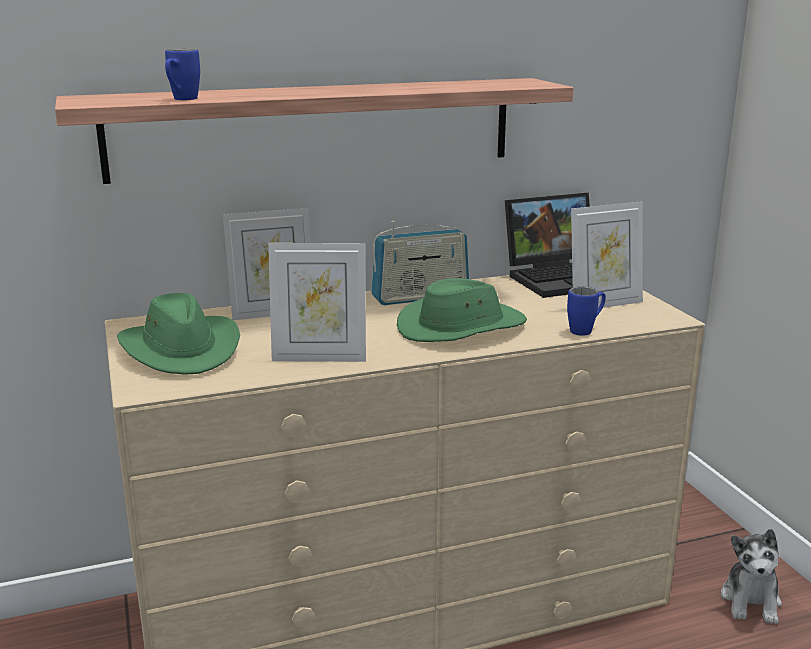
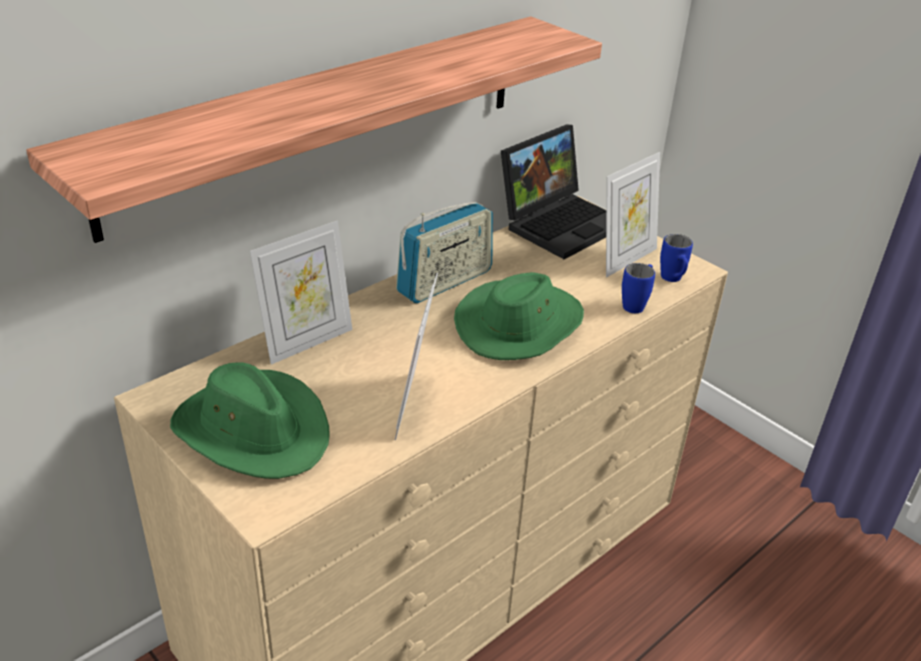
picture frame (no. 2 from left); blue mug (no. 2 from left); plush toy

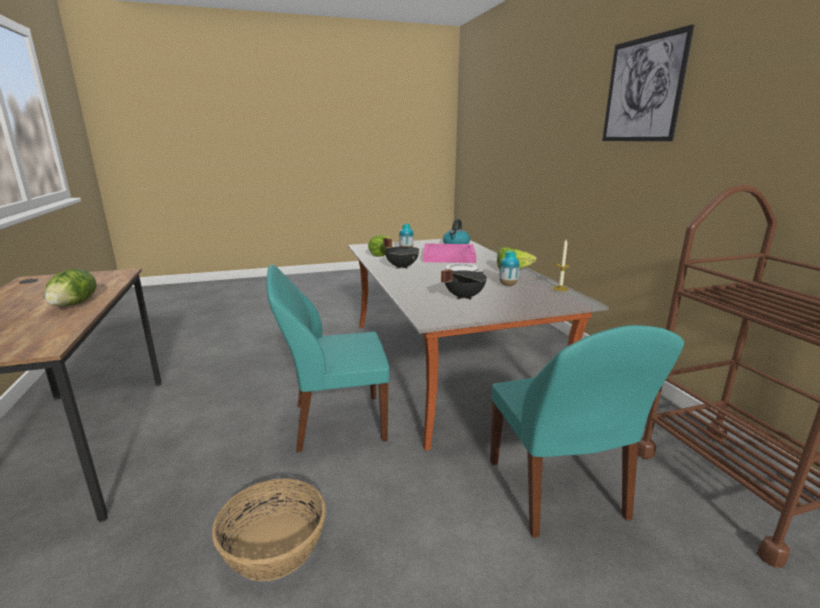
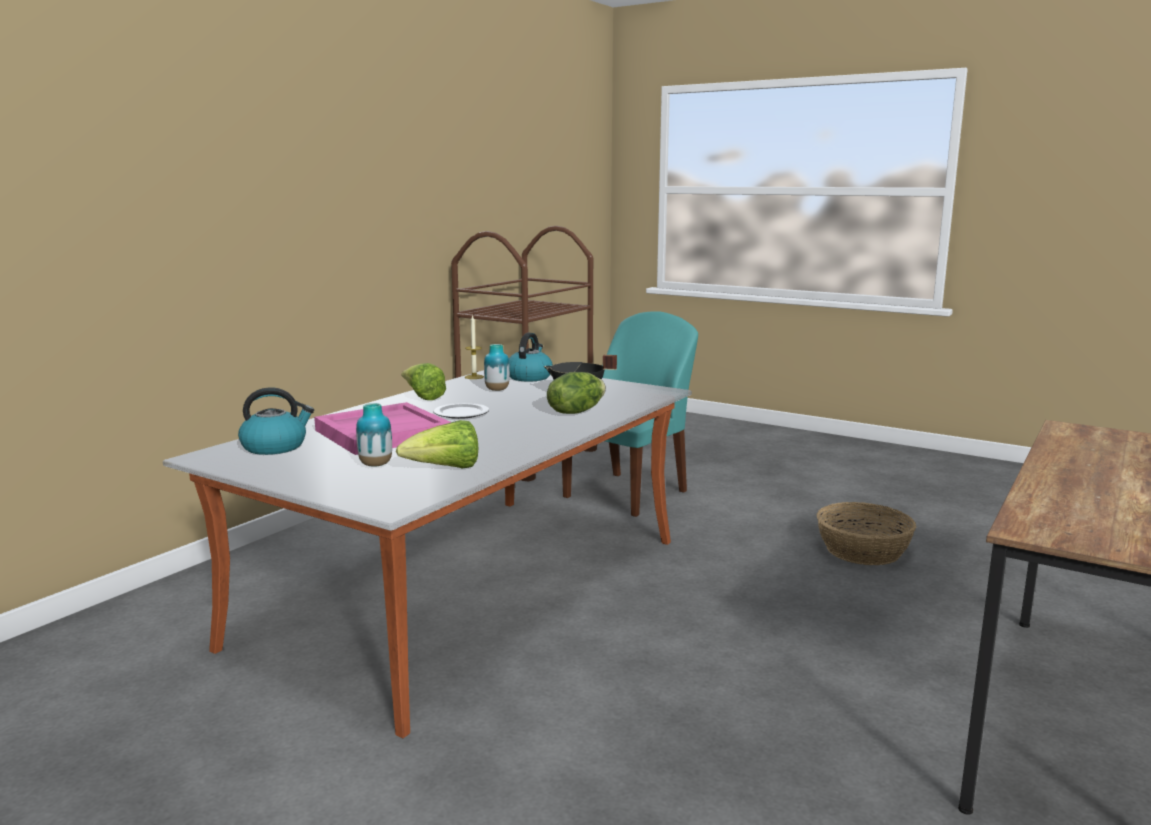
kettle (no. 2 from left); lettuce (no. 3 from left); turquoise chair (no. 1 from left in the first image); black cooking pot (no. 1 from left in the first image); picture

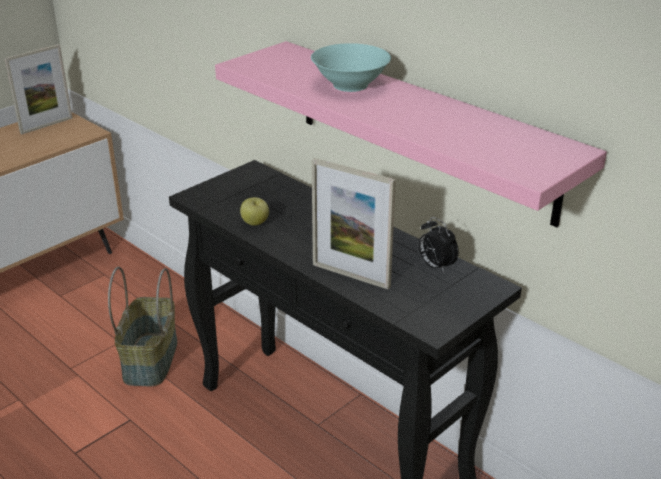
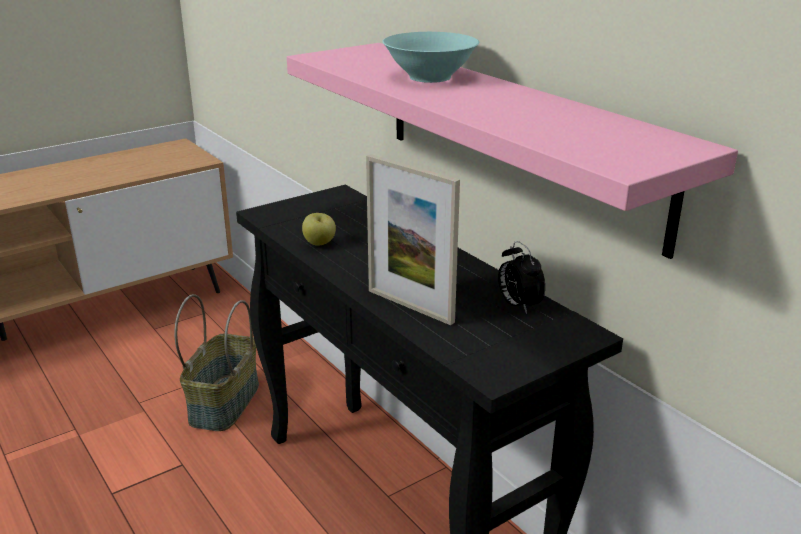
picture frame (no. 1 from left in the first image)

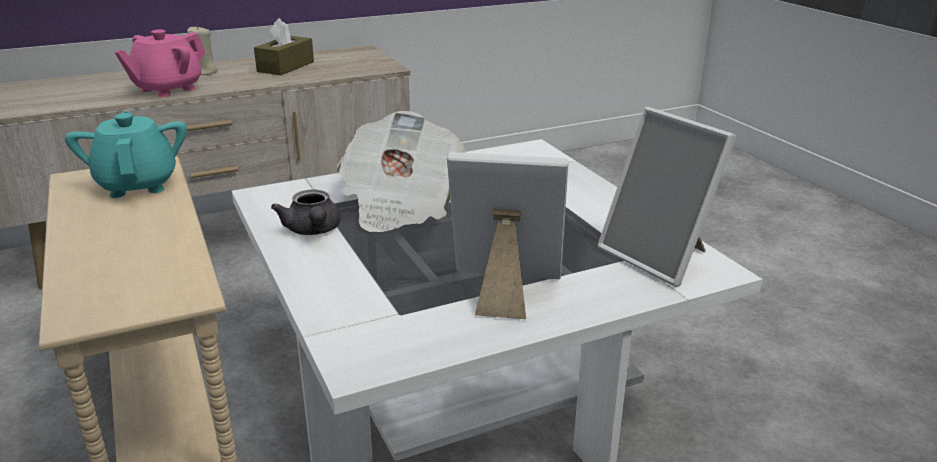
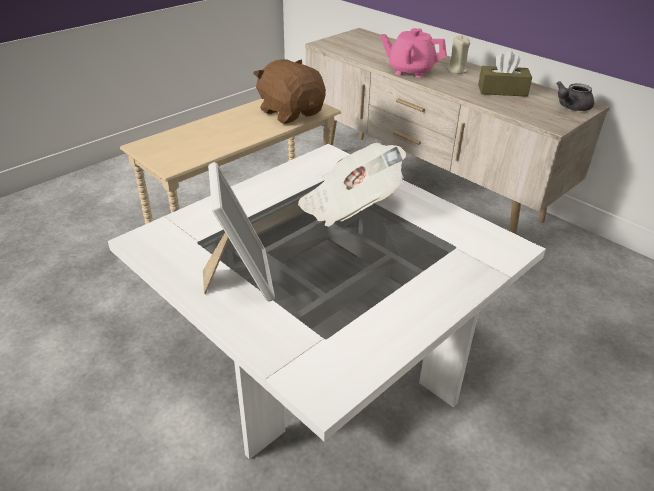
brown plush toy; grey teapot; picture frame (no. 2 from left in the first image)

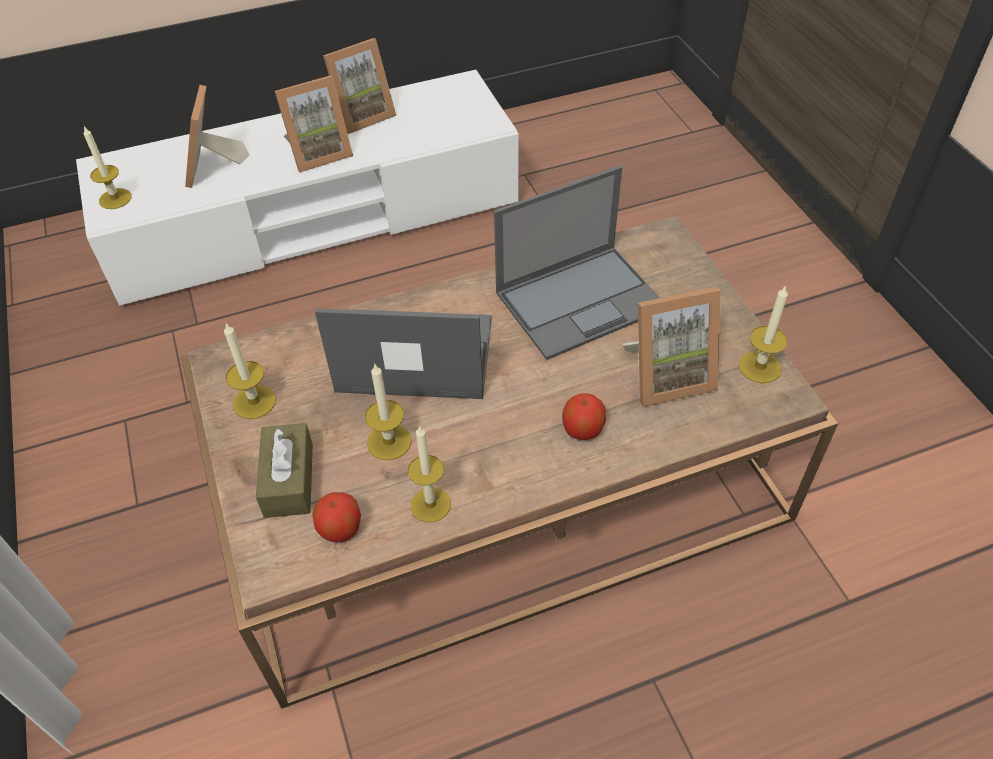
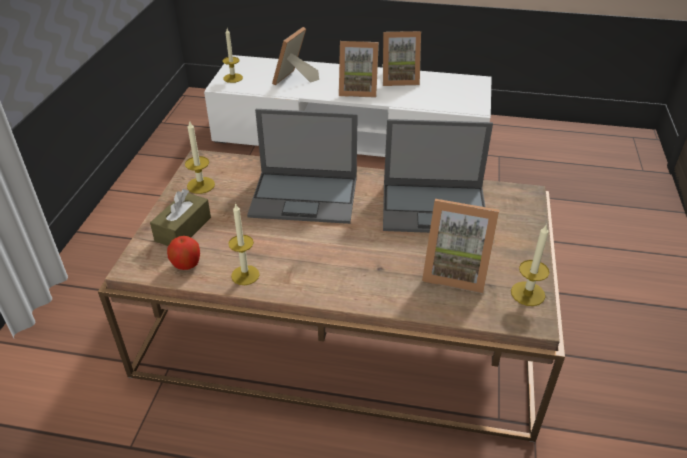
laptop (no. 1 from left); candle (no. 3 from left in the first image); apple (no. 2 from left in the first image)

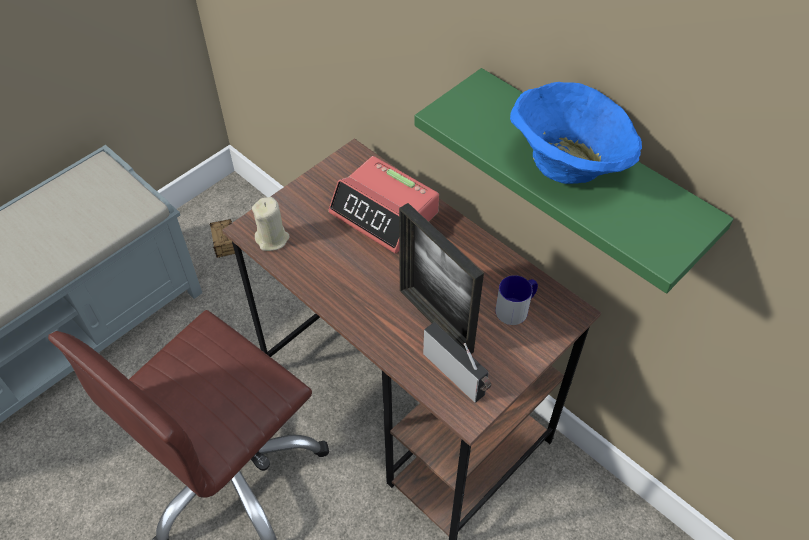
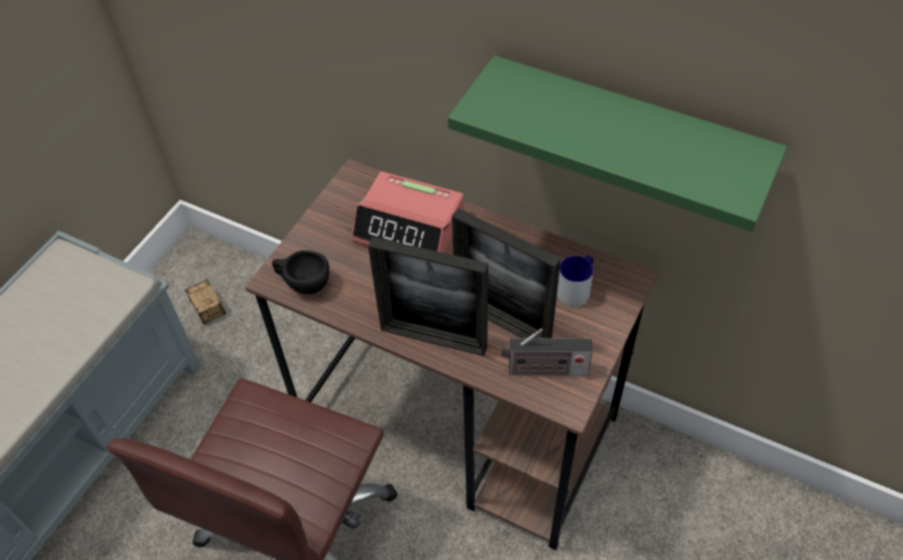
black cup; picture frame (no. 1 from left); radio; blue bowl

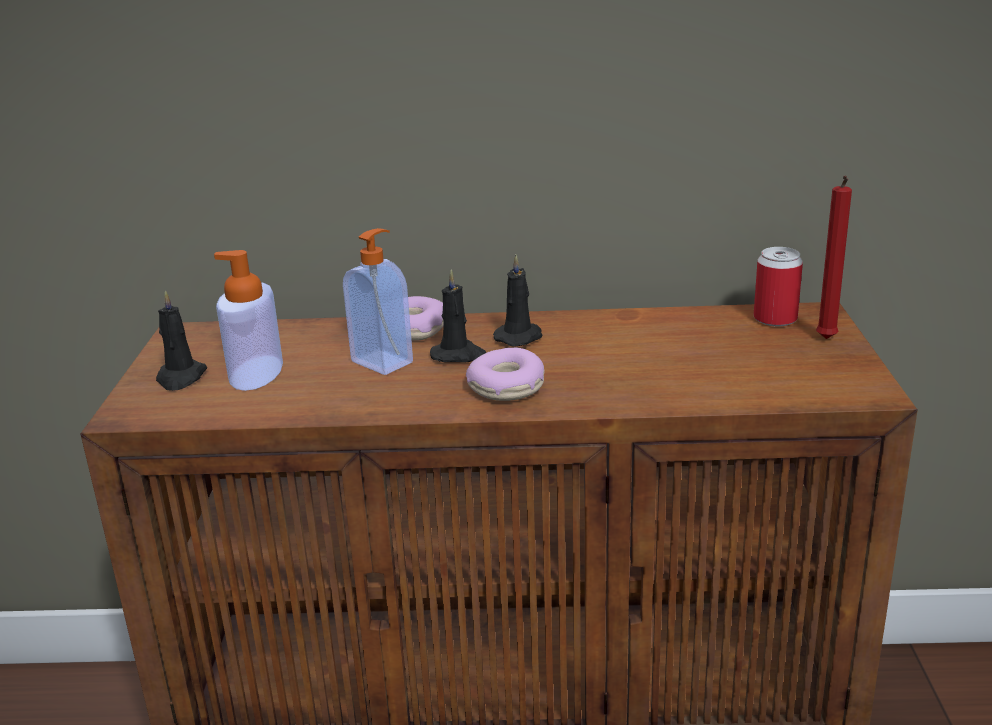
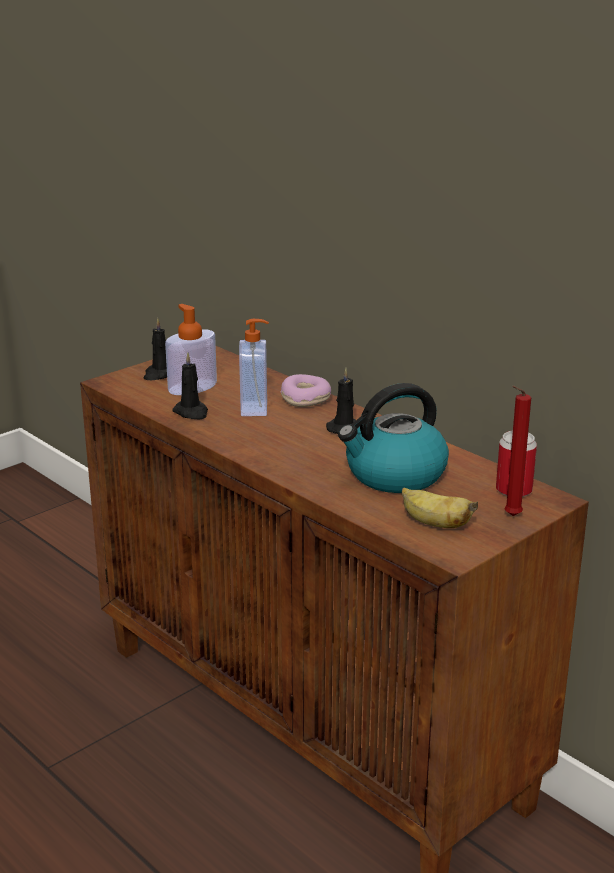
black candle (no. 2 from left); kettle; banana; donut (no. 2 from left in the first image)

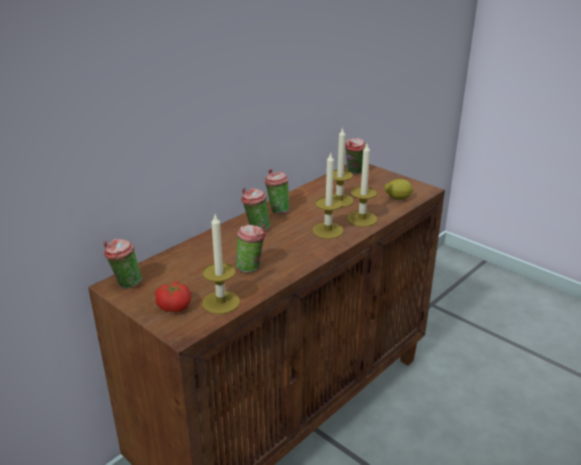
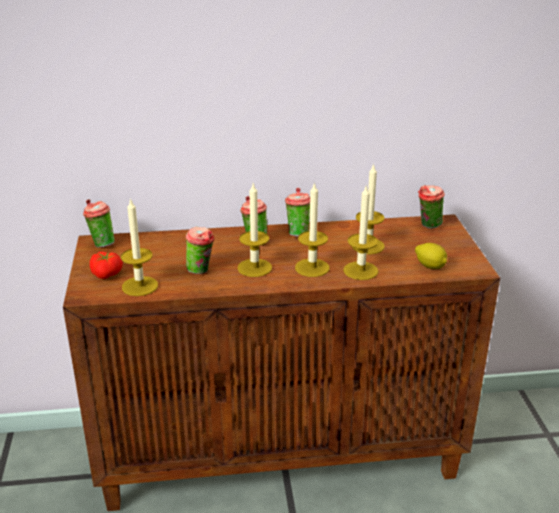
candle (no. 2 from left)

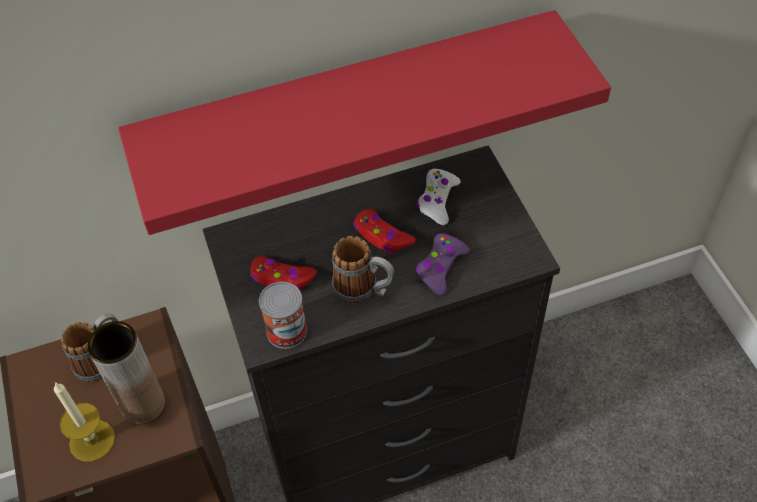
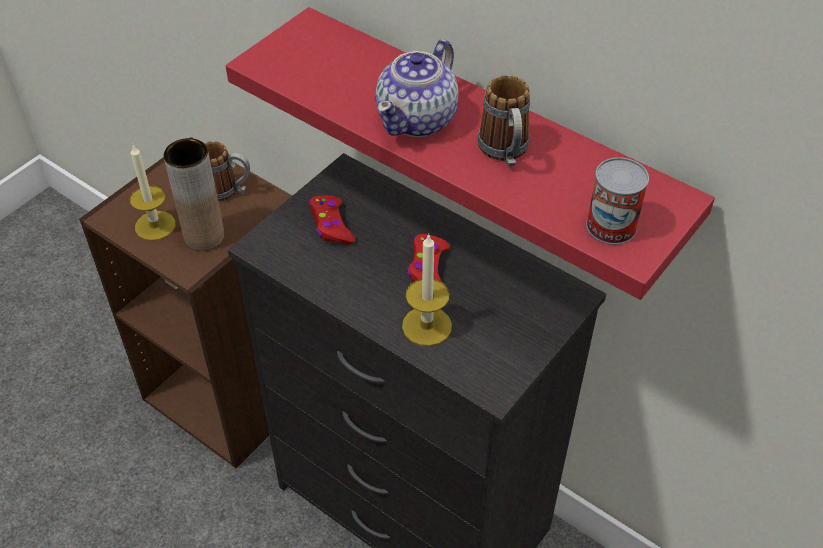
teapot; candle (no. 2 from left); mug (no. 2 from left); can; white game controller

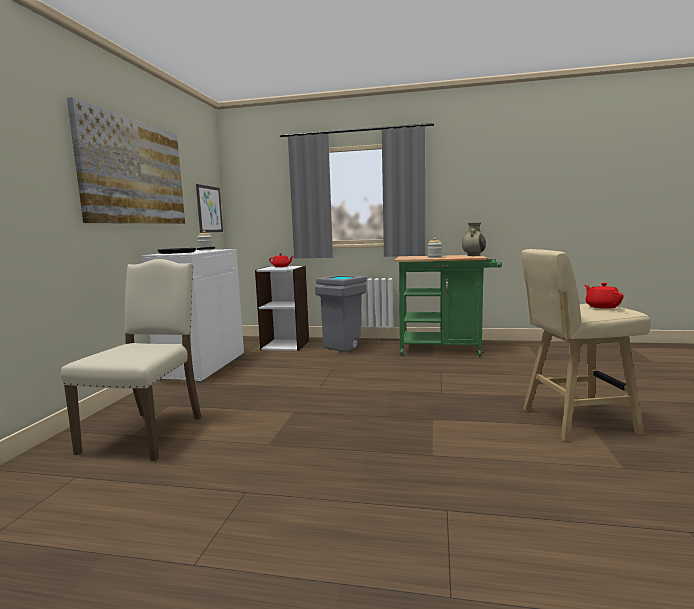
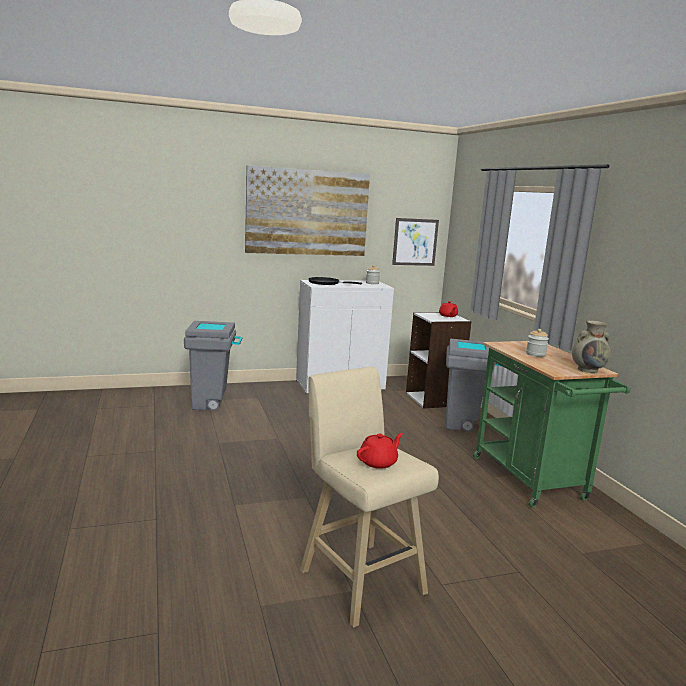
grey trash can (no. 1 from left)

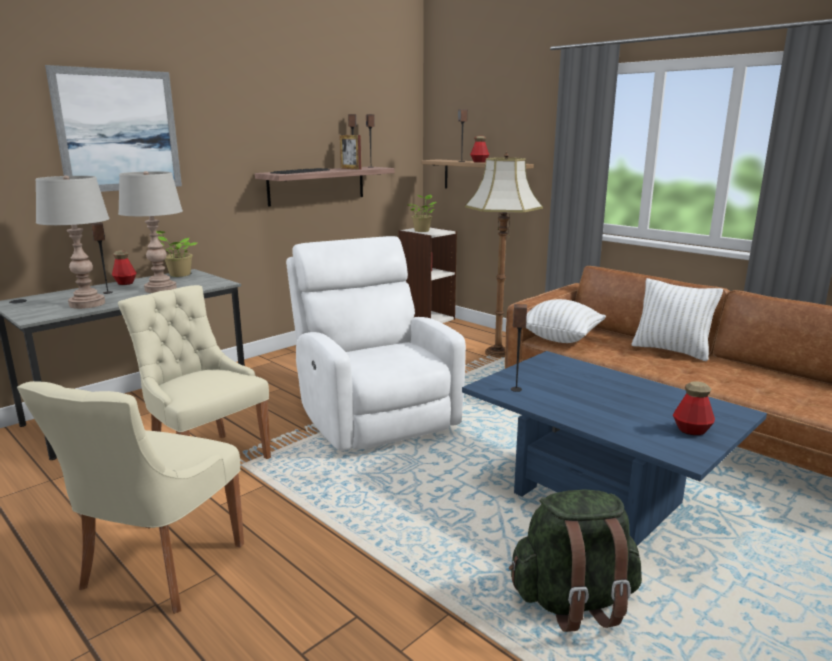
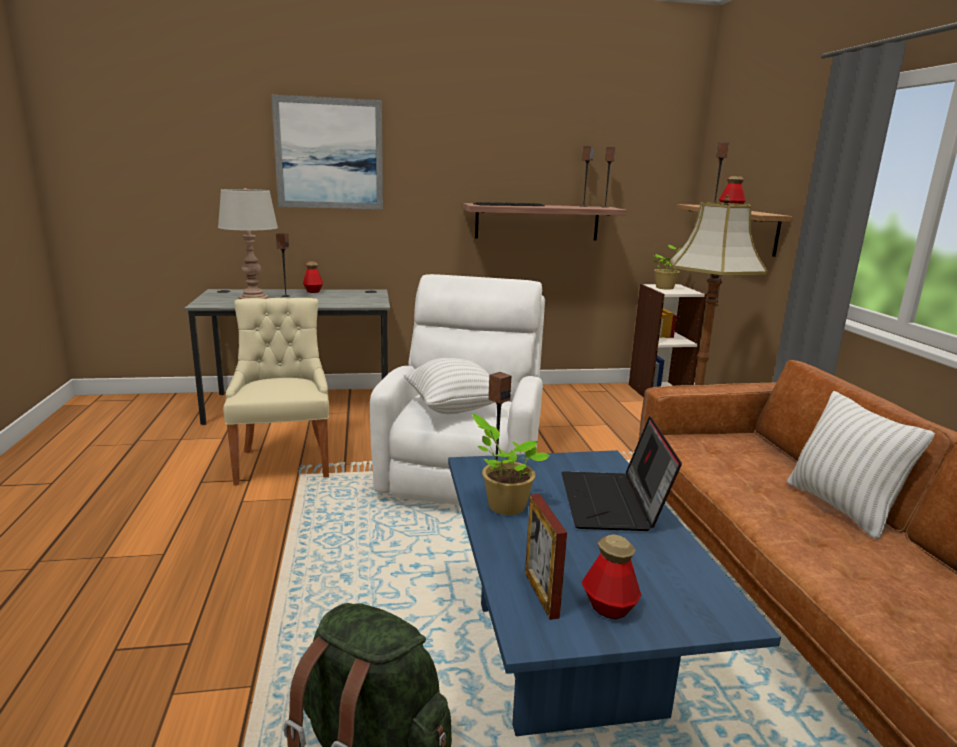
white pillow (no. 1 from left); potted plant (no. 1 from left); picture frame; laptop; beige chair (no. 1 from left in the first image); grey table lamp (no. 2 from left in the first image)

